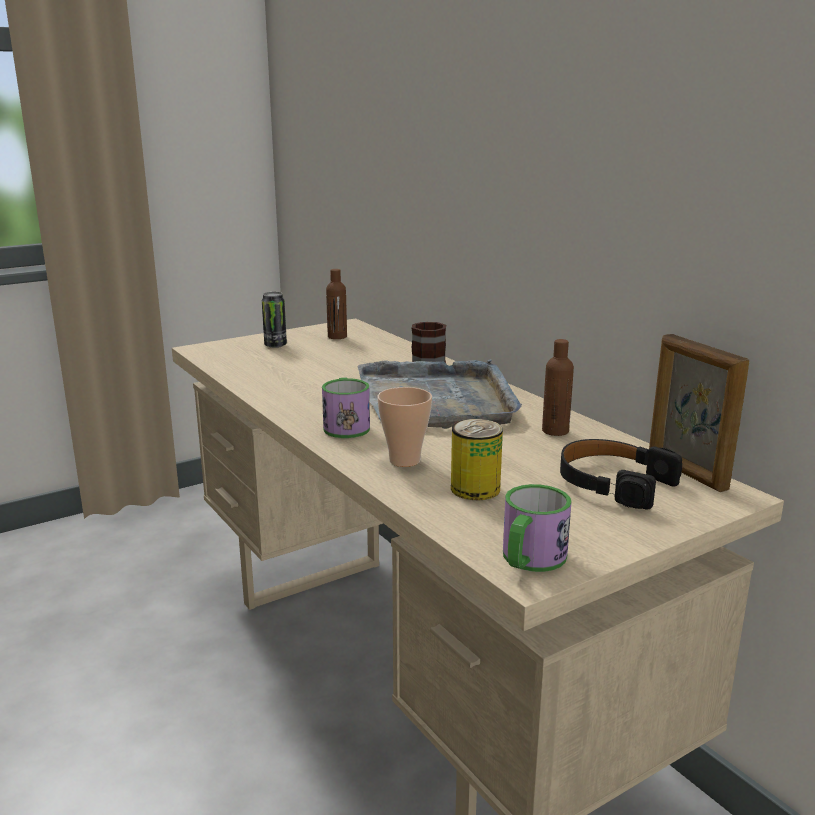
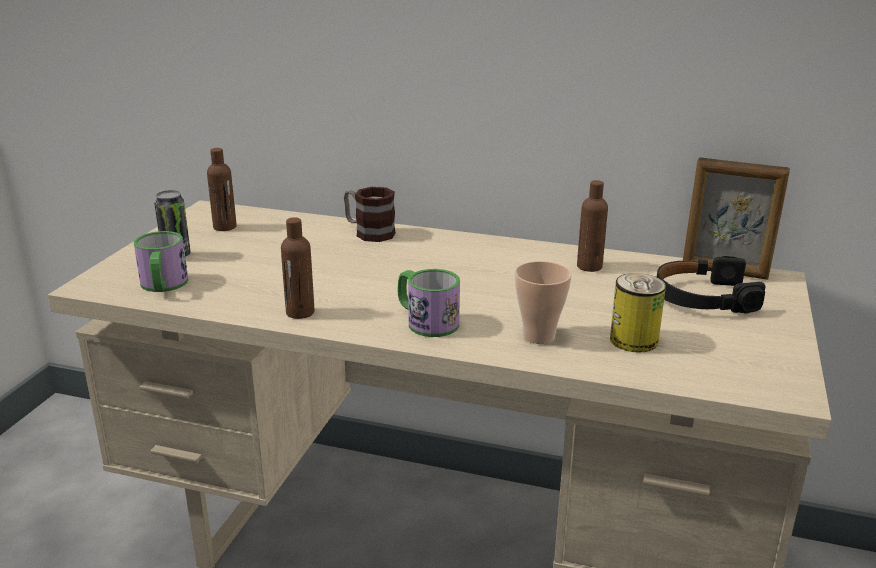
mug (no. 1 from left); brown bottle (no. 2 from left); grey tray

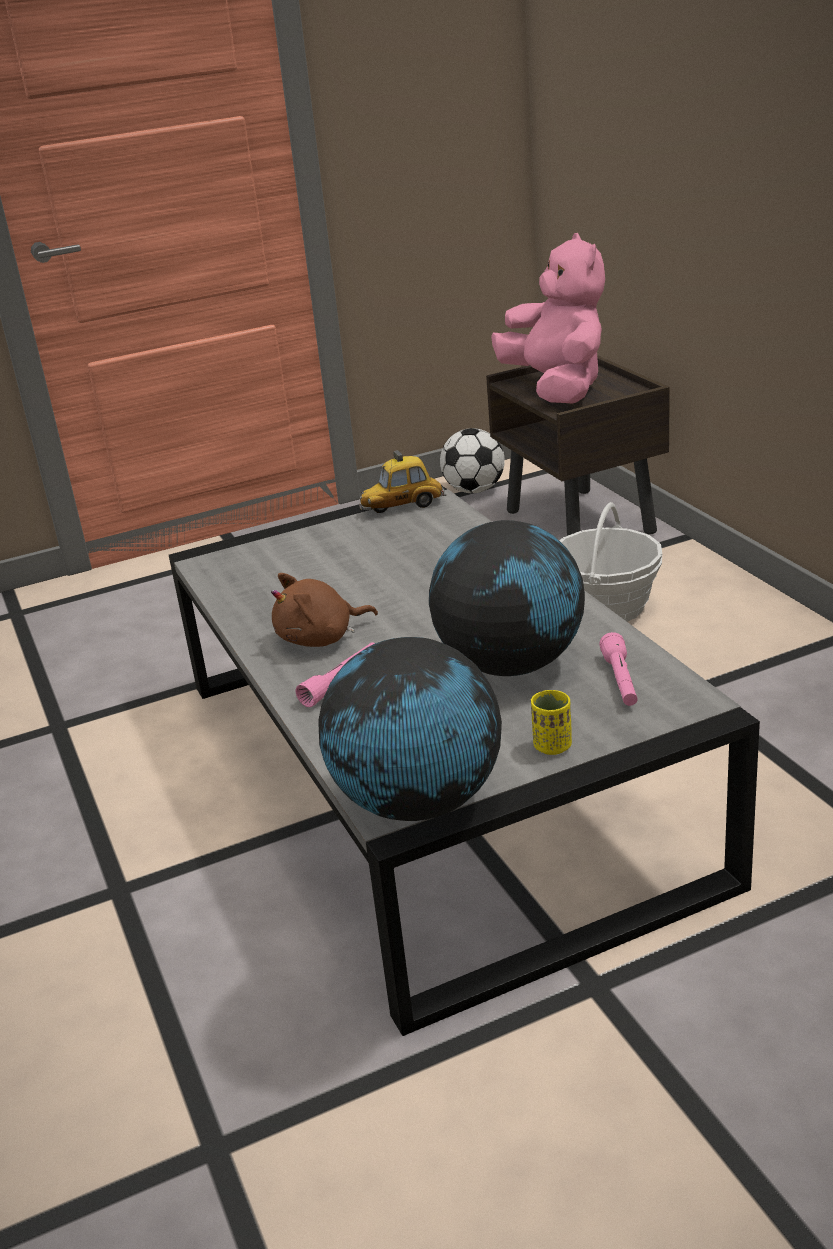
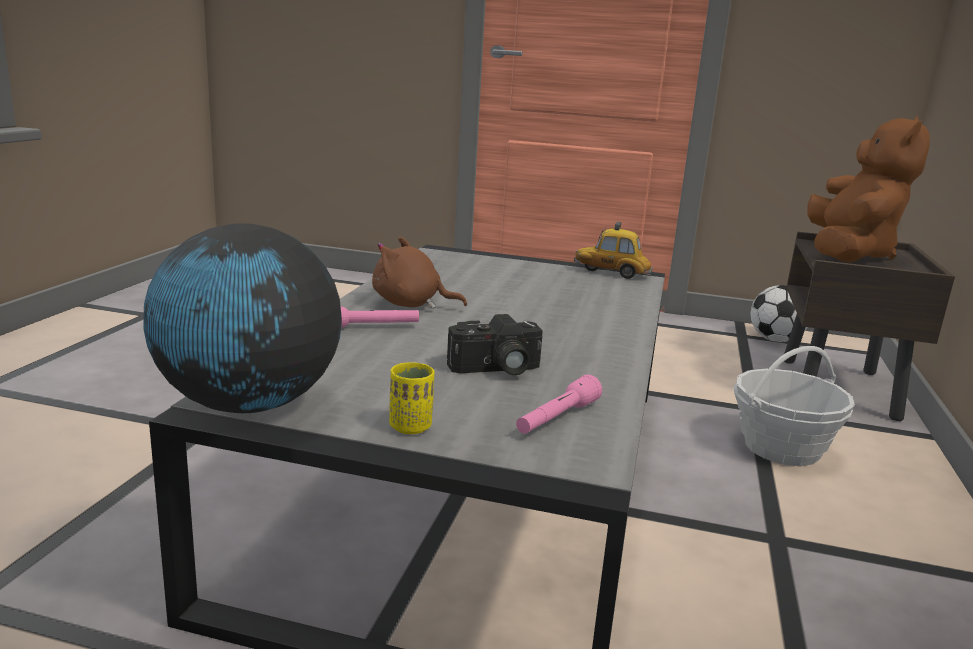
photo camera; brown plush toy (no. 2 from left)

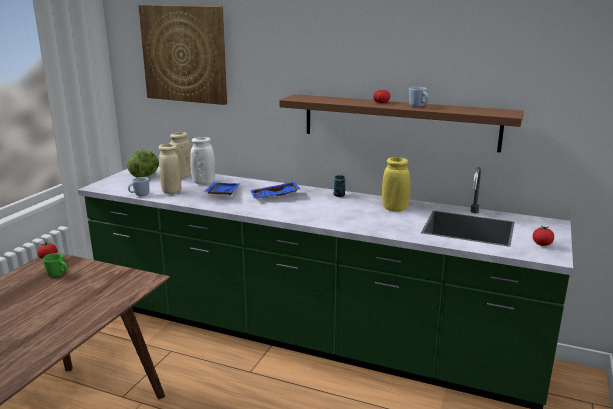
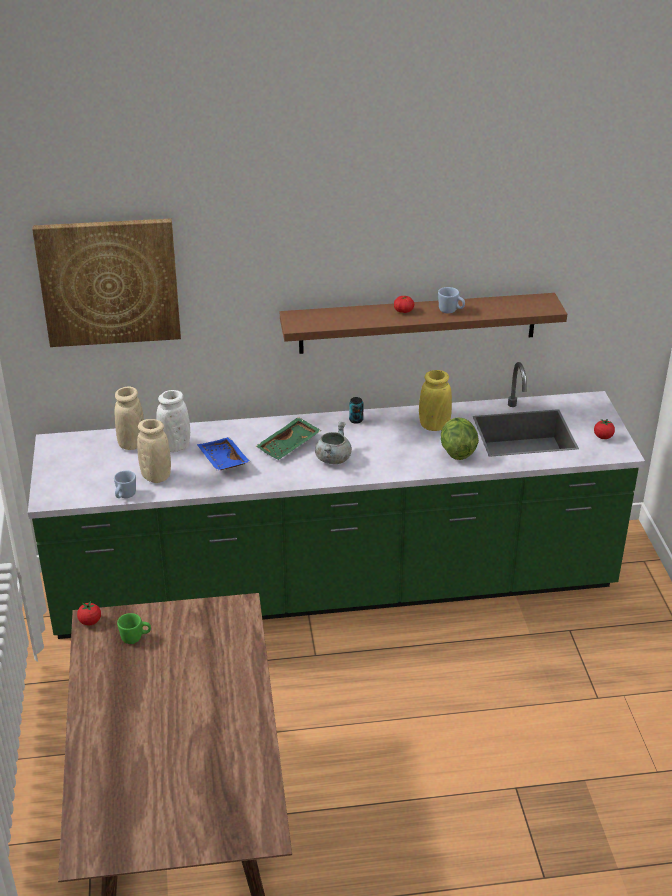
green tray; grey cooking pot; lettuce

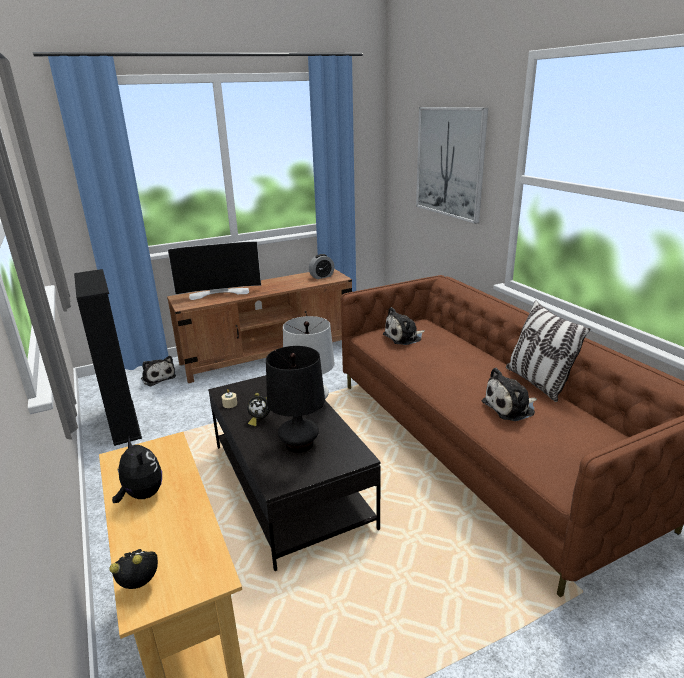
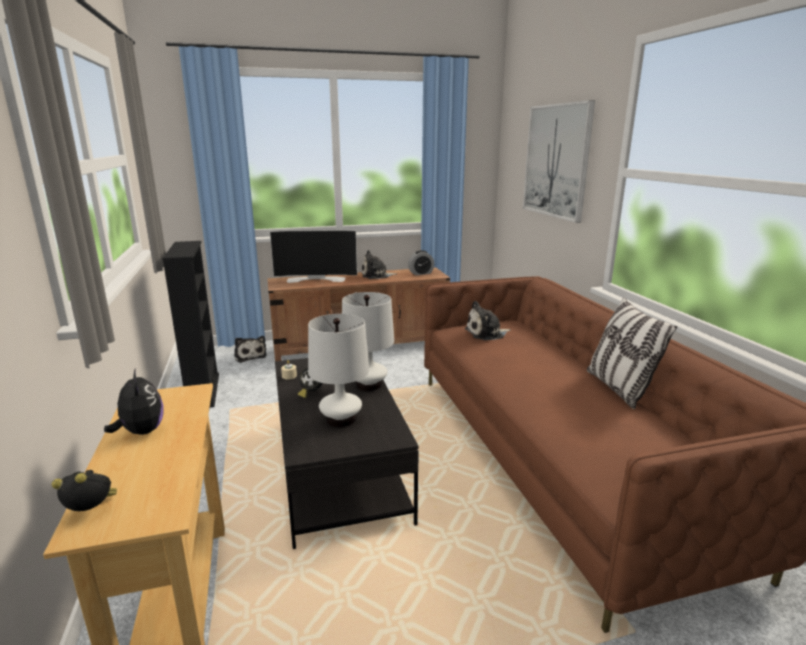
white table lamp (no. 1 from left); plush toy (no. 3 from left)

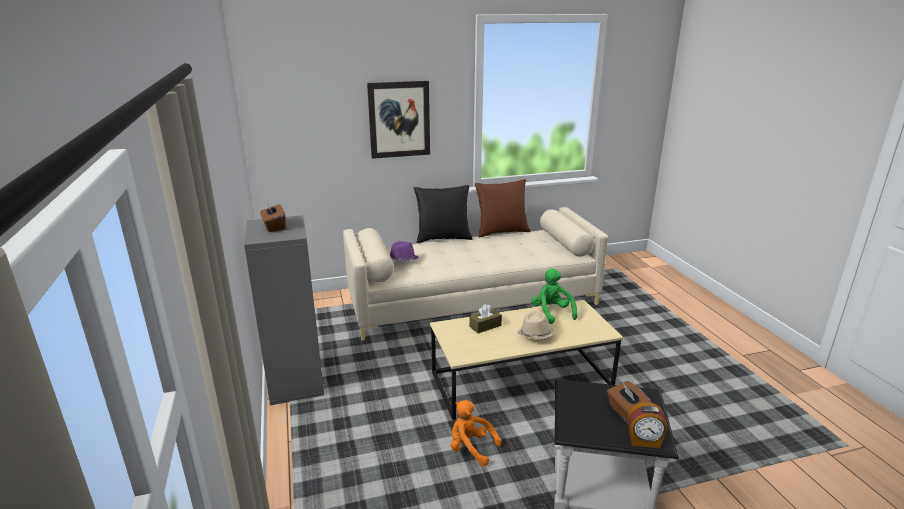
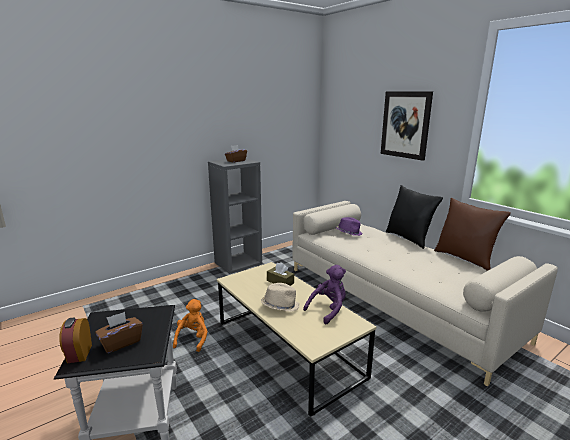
purple plush toy

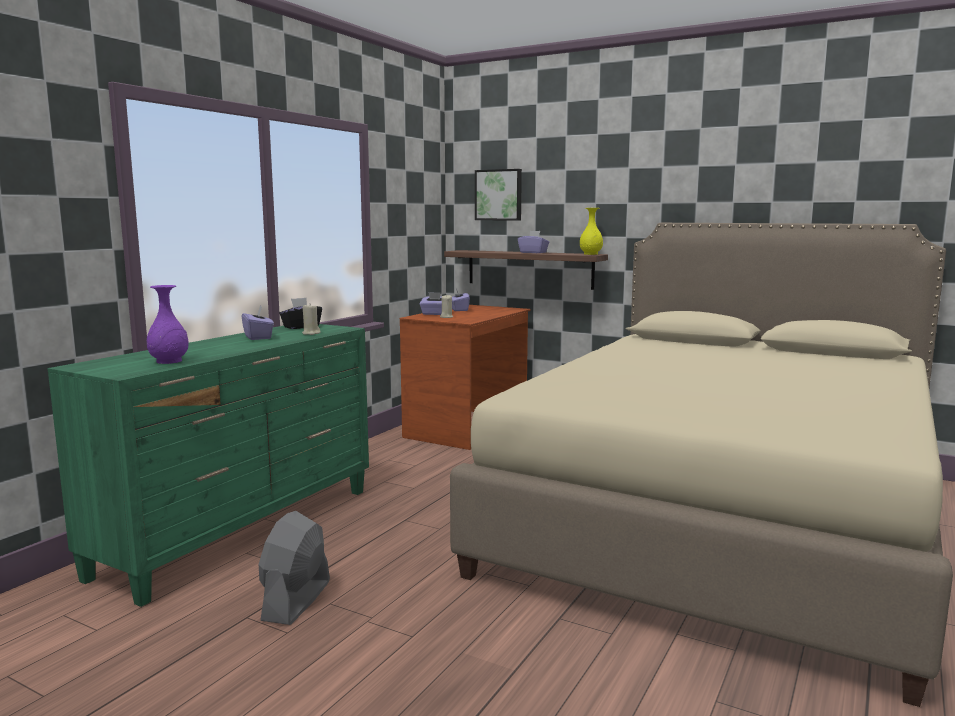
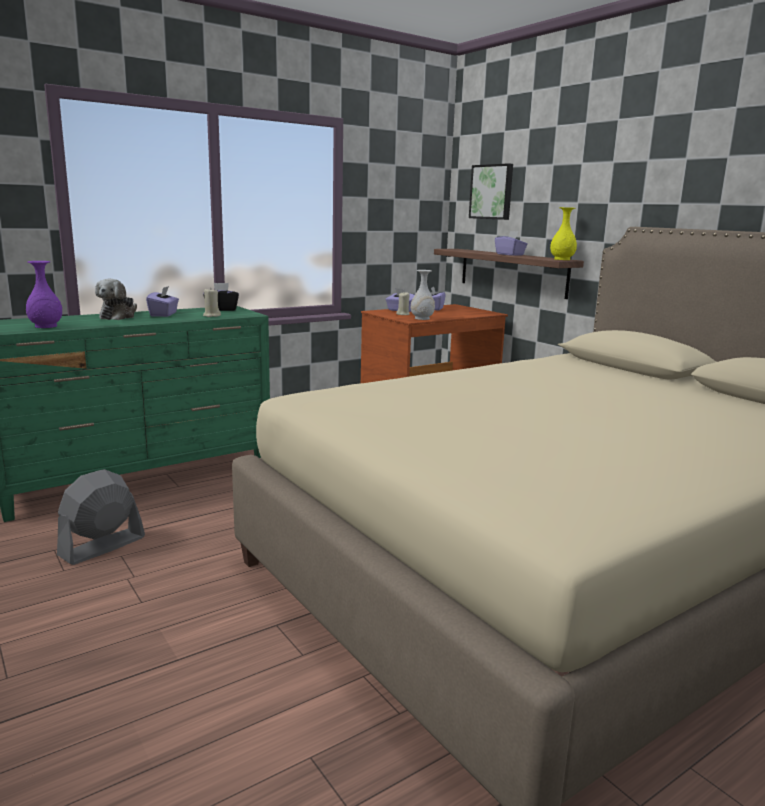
plush toy; white vase

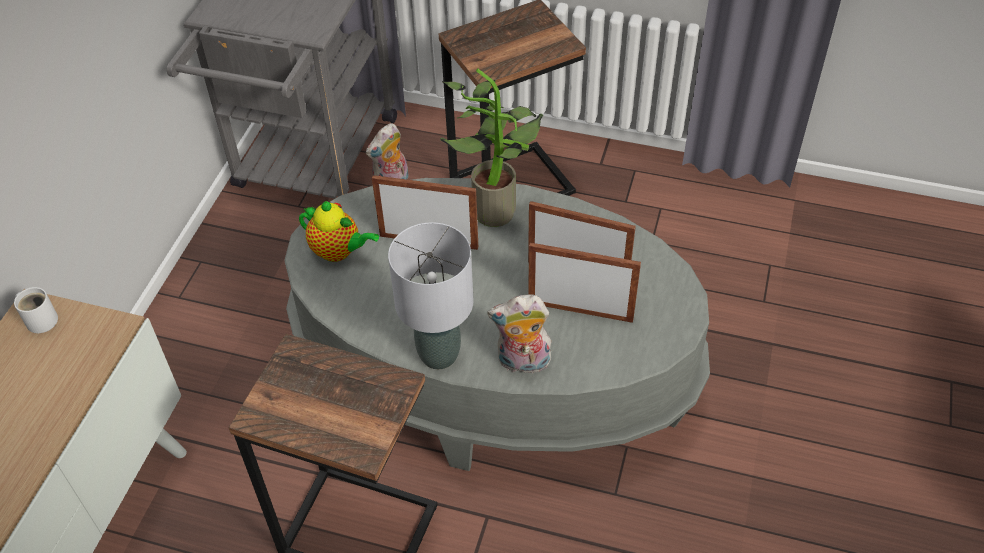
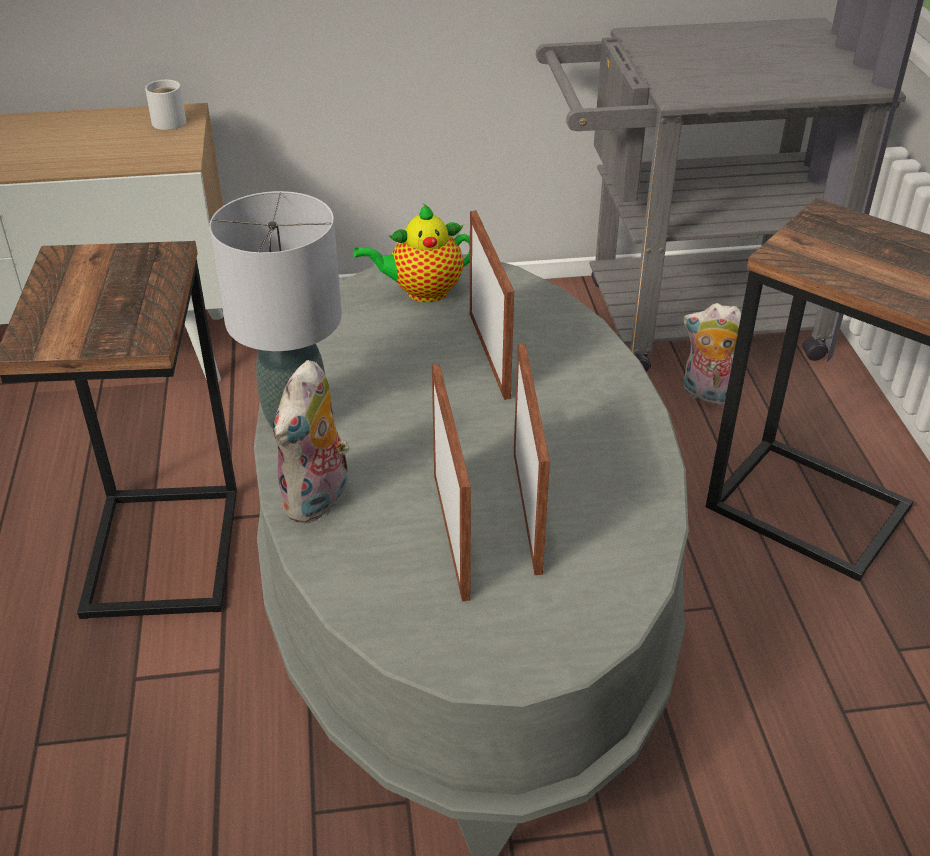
plush toy (no. 1 from left); teapot; potted plant

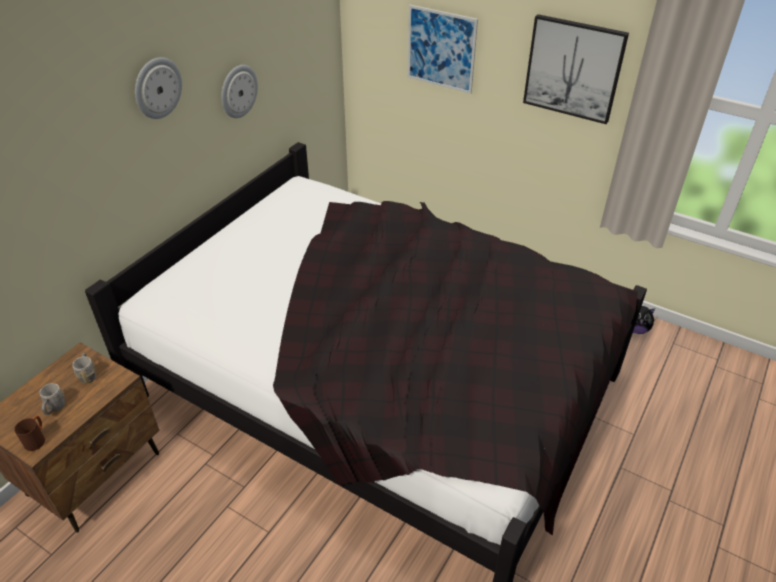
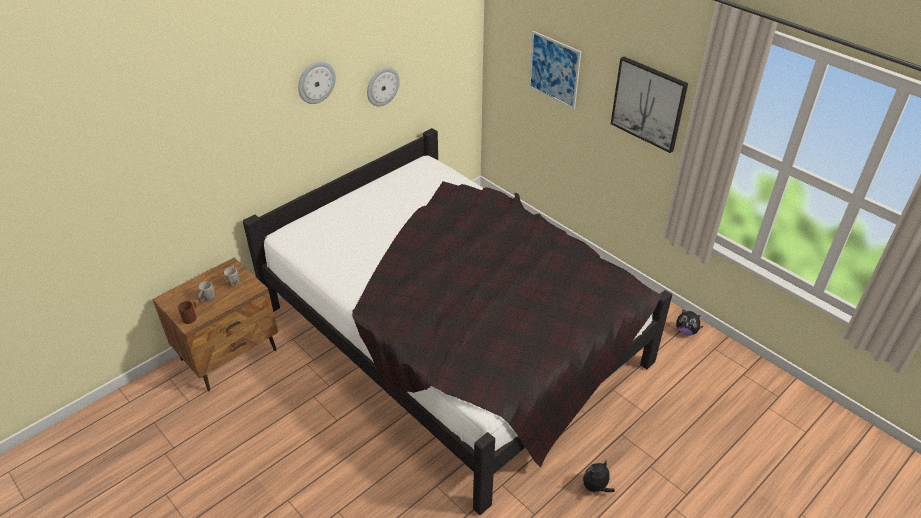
plush toy (no. 1 from left)

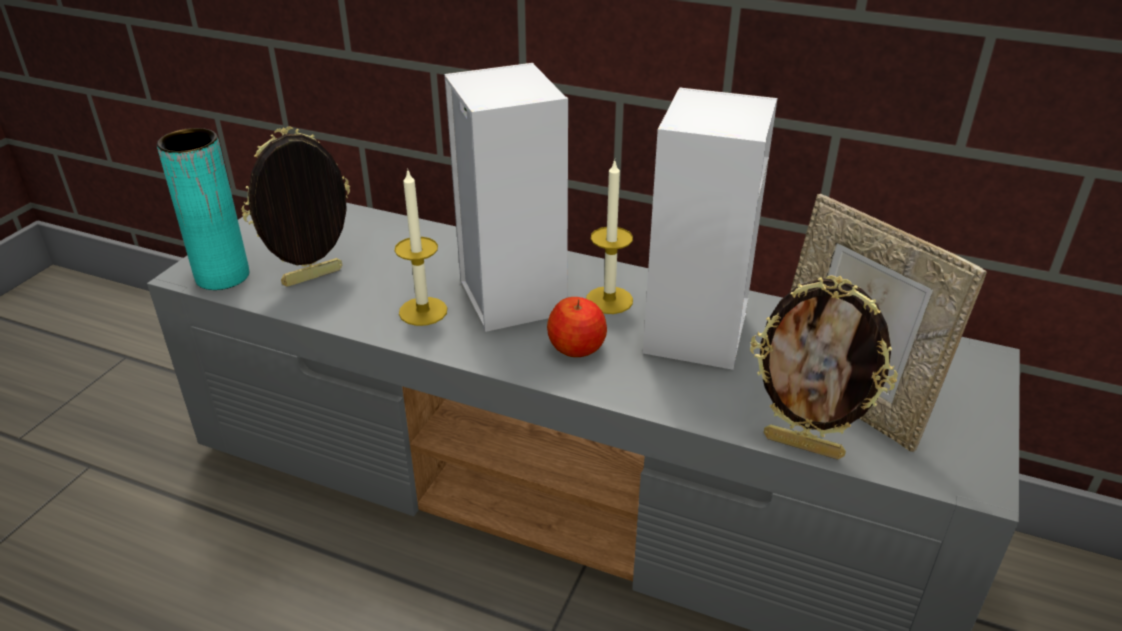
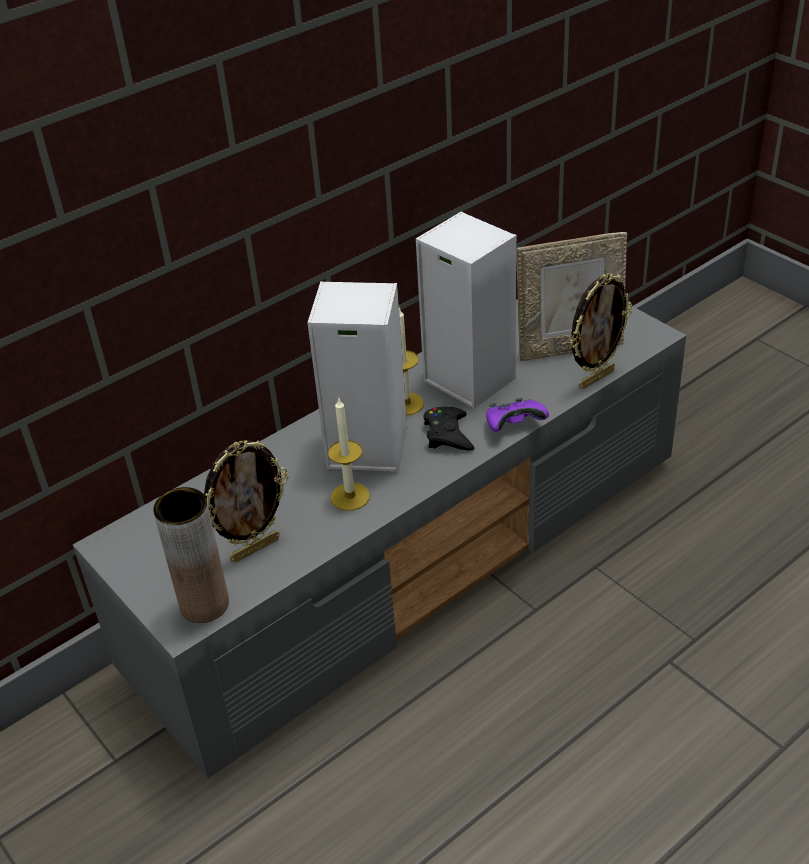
brown vase; picture frame (no. 1 from left); black game controller; purple game controller

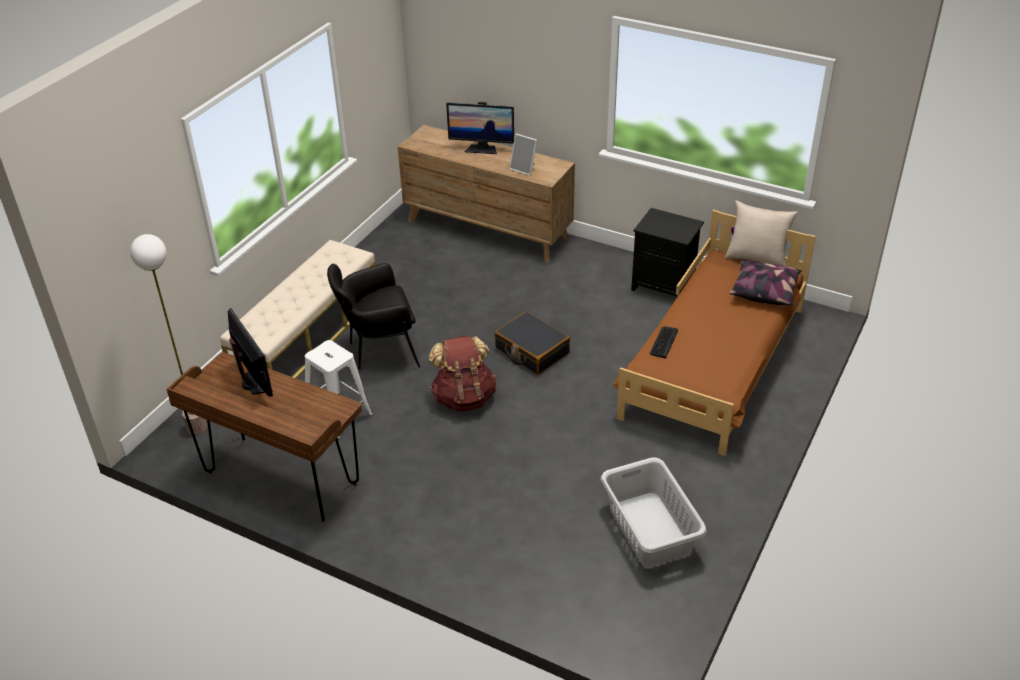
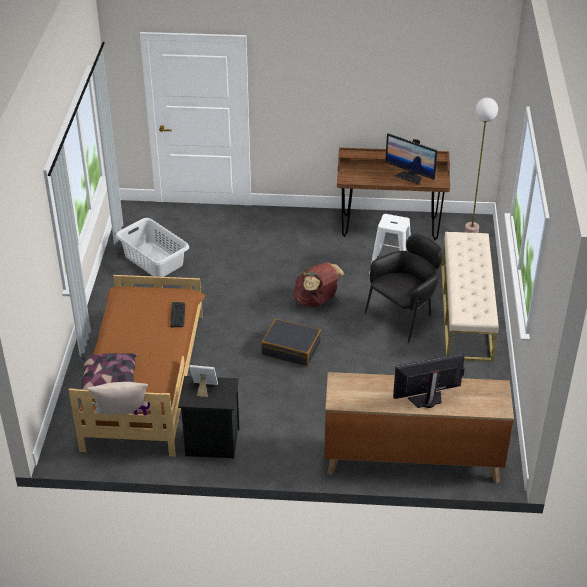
picture frame

